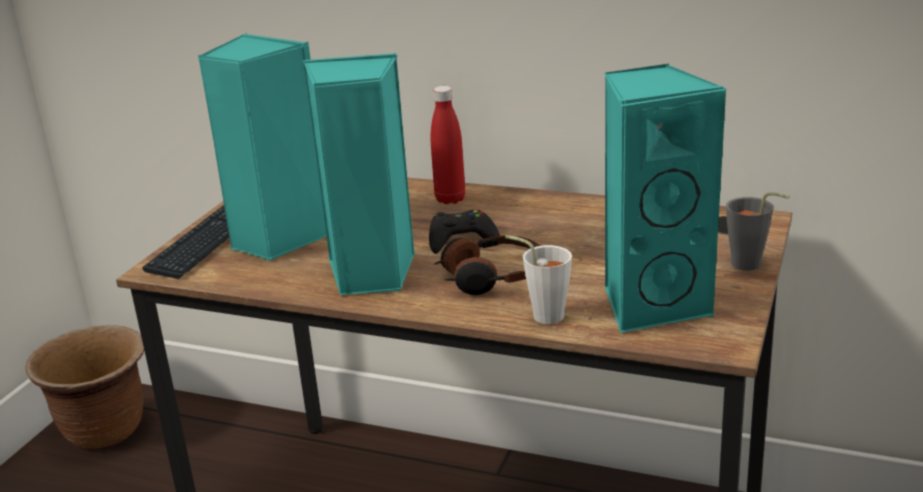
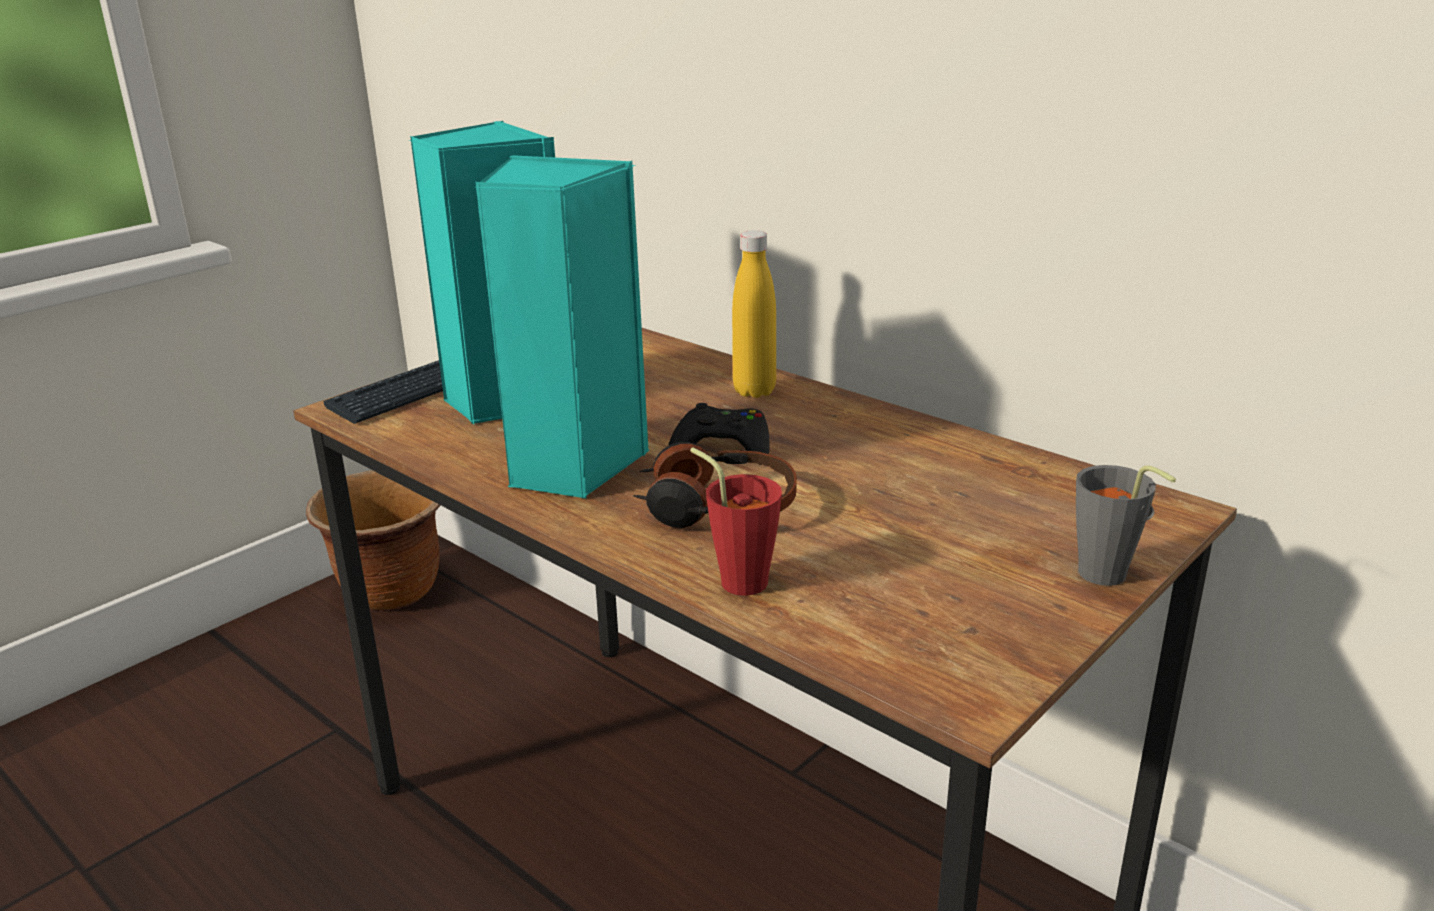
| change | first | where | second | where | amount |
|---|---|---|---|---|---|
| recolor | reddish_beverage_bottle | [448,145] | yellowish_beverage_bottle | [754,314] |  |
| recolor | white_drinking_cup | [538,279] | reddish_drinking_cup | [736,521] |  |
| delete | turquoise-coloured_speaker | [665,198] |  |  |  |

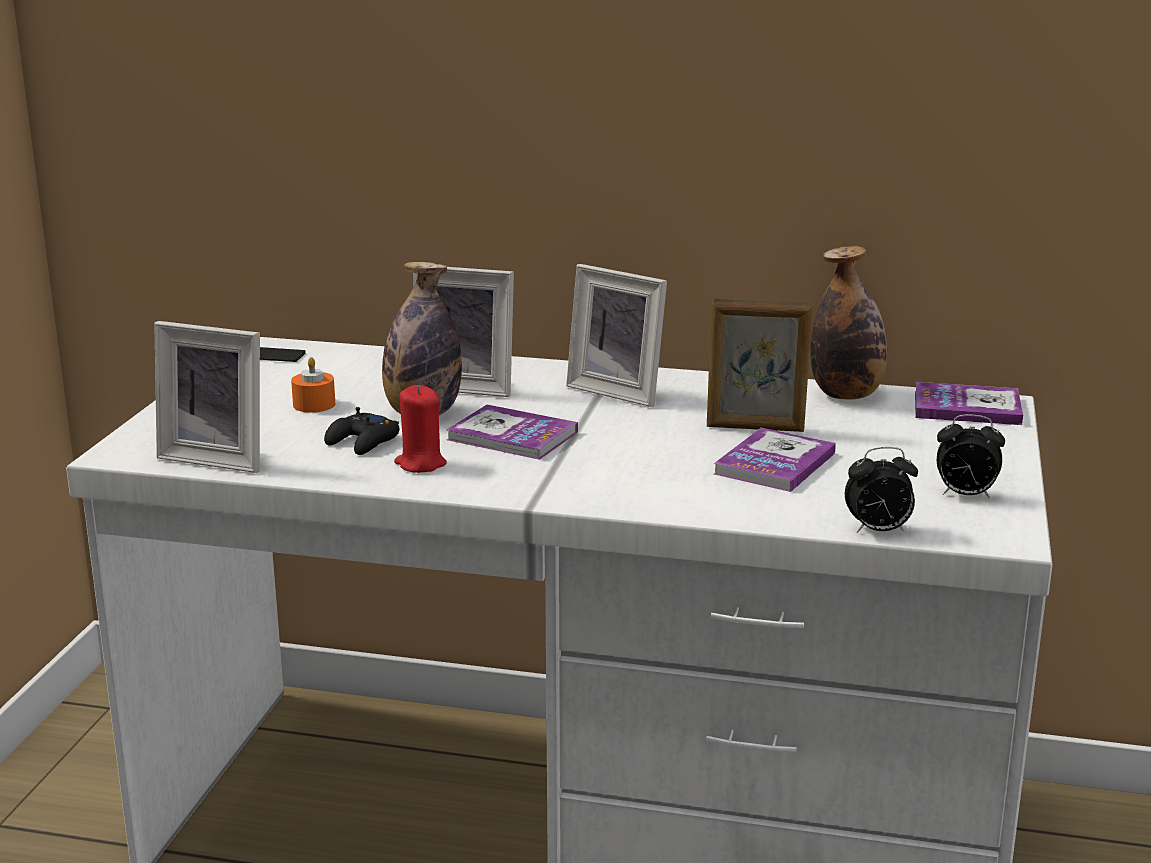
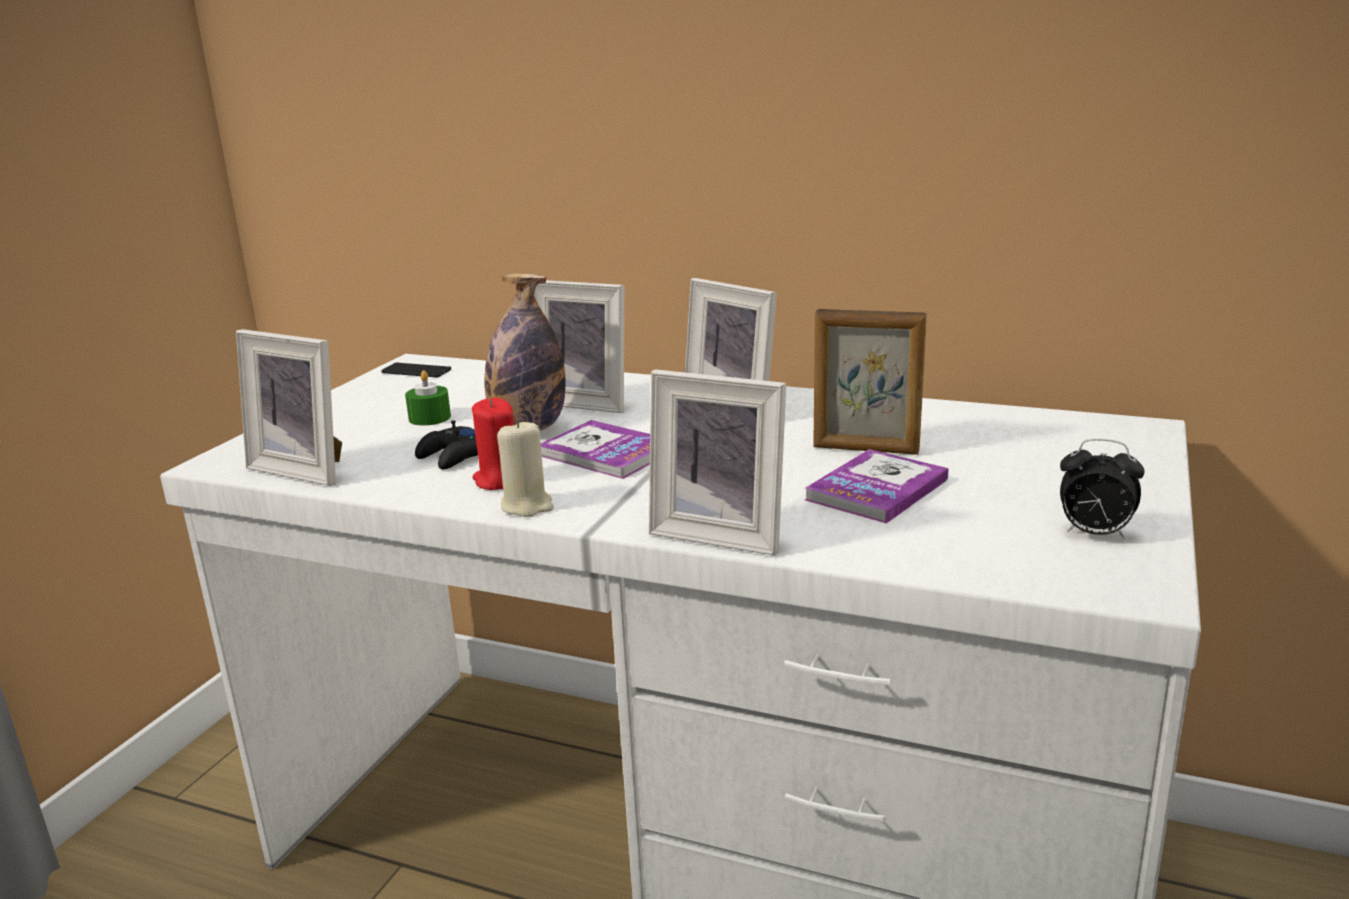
| change | first | where | second | where | amount |
|---|---|---|---|---|---|
| recolor | orangey_wax_light | [313,385] | green-coloured_wax_light | [428,398] |  |
| delete | beverage_bottle | [848,323] |  |  |  |
| delete | table_clock | [881,490] |  |  |  |
| delete | book | [969,403] |  |  |  |
| insert |  |  | sand-coloured_wax_light | [525,468] |  |
| insert |  |  | picture_frame | [717,462] |  |

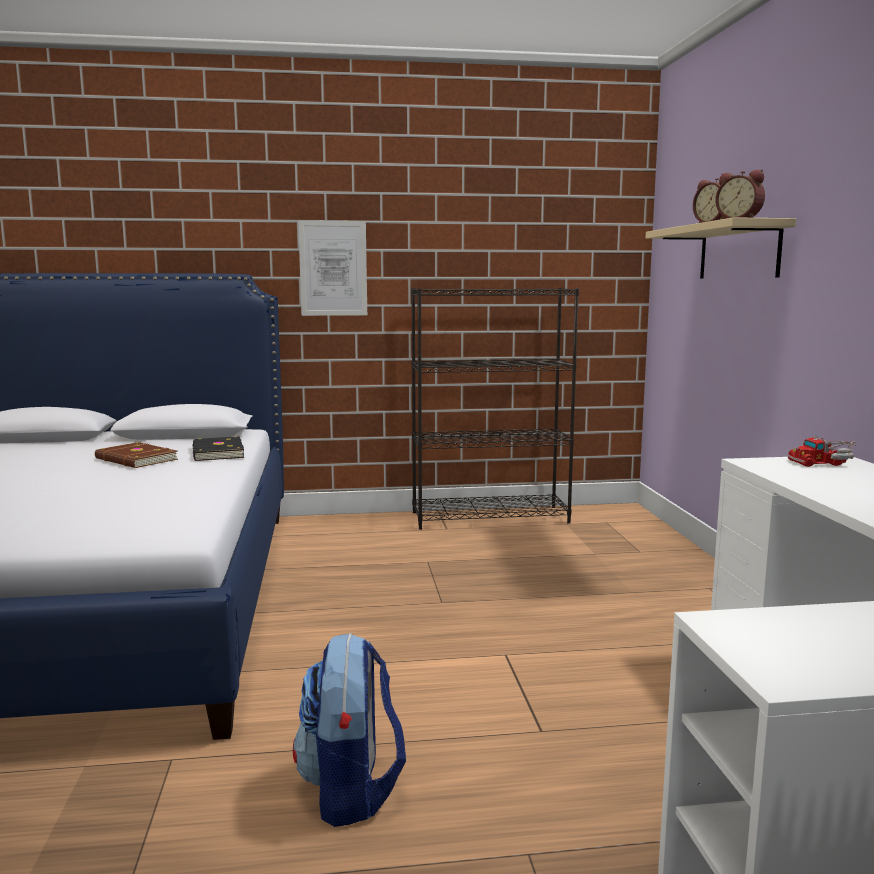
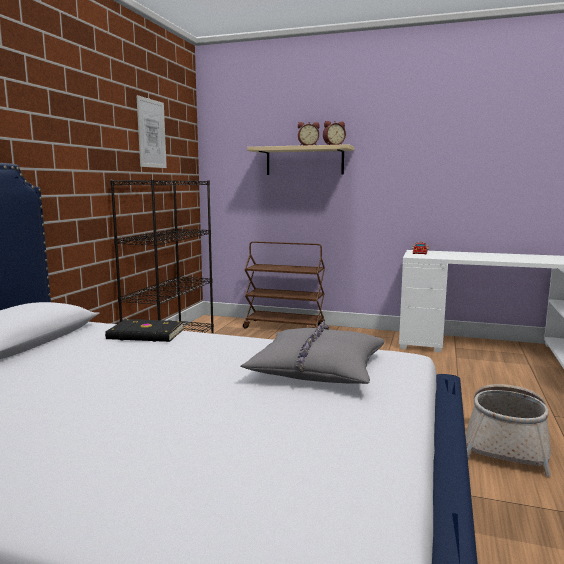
| change | first | where | second | where | amount |
|---|---|---|---|---|---|
| delete | brown-coloured_book | [136,455] |  |  |  |
| replace | backpack | [349,730] | household_basket | [508,430] |  |
| move | wall_art | [332,268] |  | [151,131] |  |
| insert |  |  | gray_cushion | [312,352] |  |
| insert |  |  | brown-coloured_wheeled_cart | [284,285] |  |

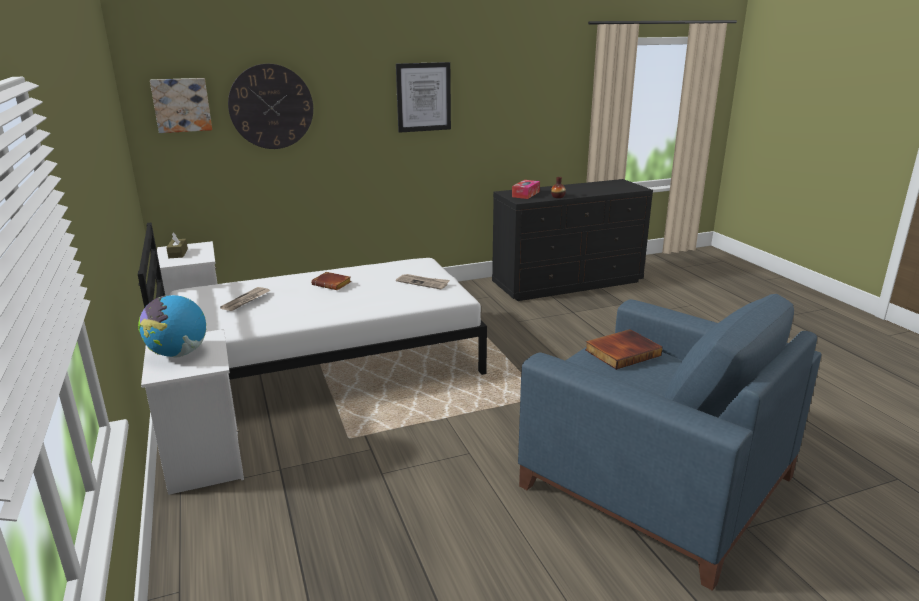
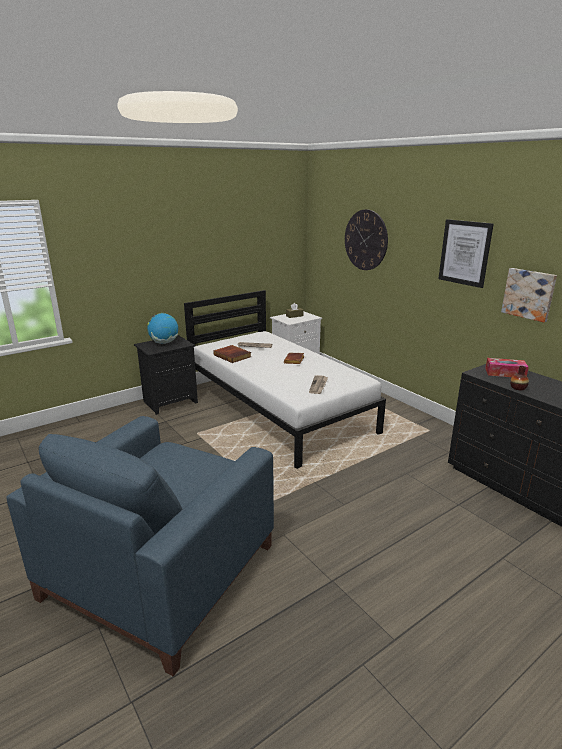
| change | first | where | second | where | amount |
|---|---|---|---|---|---|
| recolor | white_nightstand | [192,412] | black_nightstand | [166,375] |  |
| move | wall_art | [181,105] |  | [529,295] |  |
| move | book | [624,349] |  | [232,354] |  |

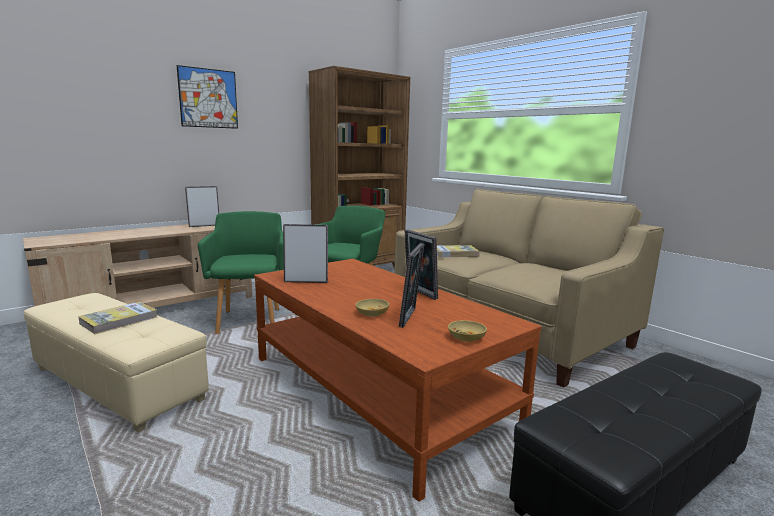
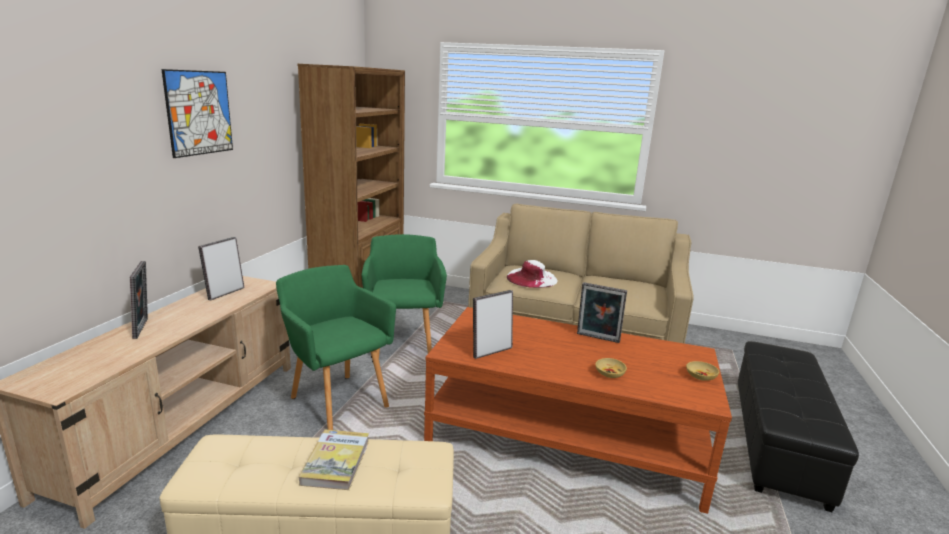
| change | first | where | second | where | amount |
|---|---|---|---|---|---|
| move | picture_frame | [411,285] |  | [139,300] |  |
| replace | book | [458,251] | white_clothing_hat | [532,274] |  |

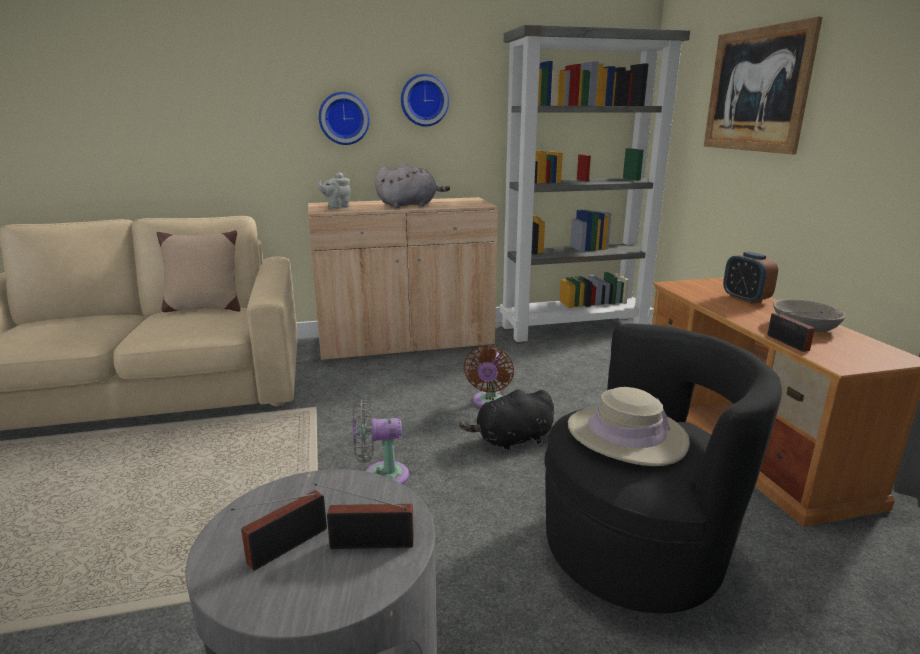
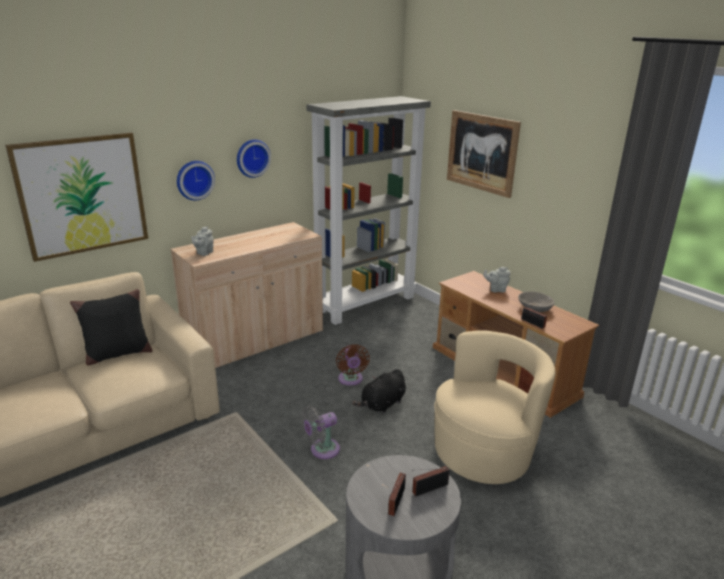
| change | first | where | second | where | amount |
|---|---|---|---|---|---|
| recolor | sand-coloured_cushion | [198,271] | black_cushion | [111,327] |  |
| delete | gray_plush_toy | [412,185] |  |  |  |
| recolor | black_easy_chair | [663,468] | sand-coloured_easy_chair | [495,407] |  |
| delete | sand-coloured_clothing_hat | [629,426] |  |  |  |
| replace | table_clock | [750,277] | gray_tea_pot | [497,280] |  |
| insert |  |  | wall_art | [76,197] |  |

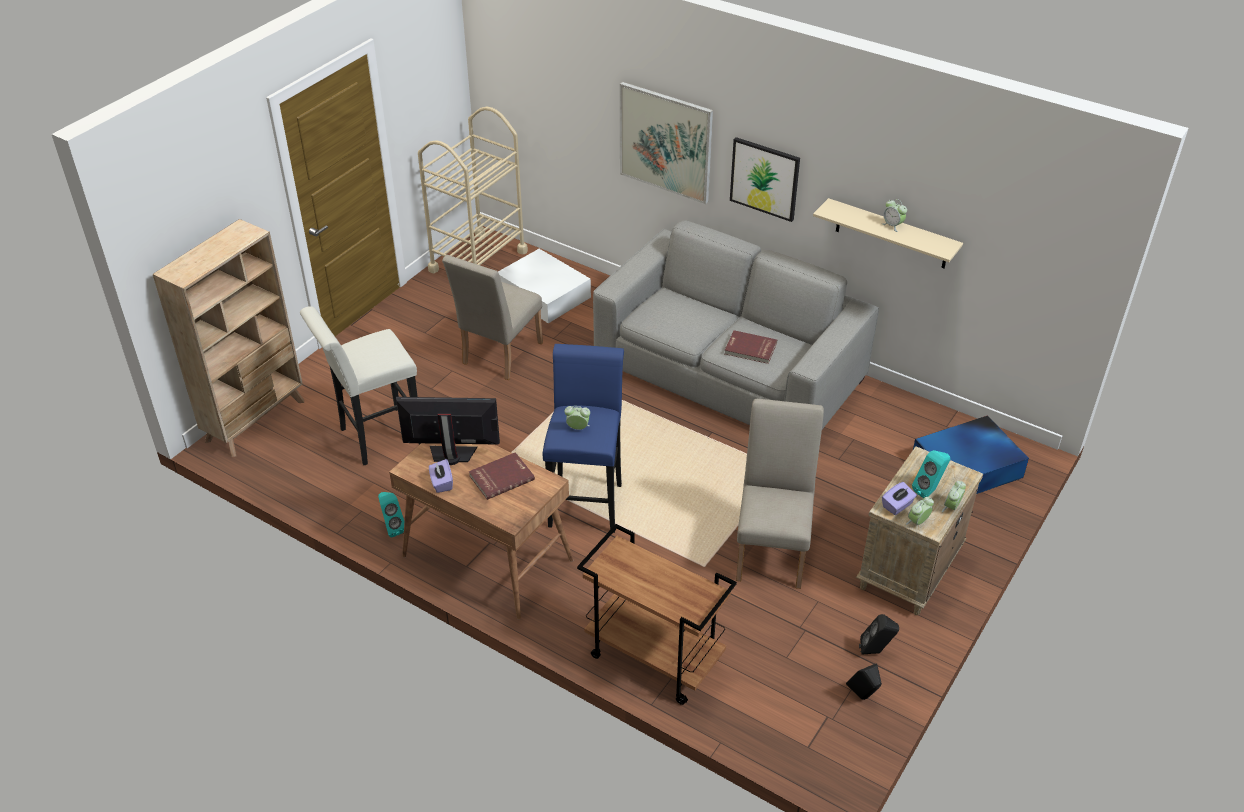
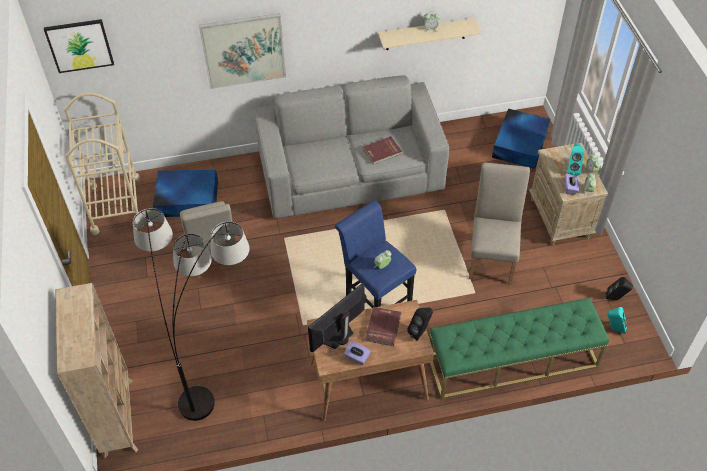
| change | first | where | second | where | amount |
|---|---|---|---|---|---|
| replace | white_sitting_stool | [360,385] | standard_lamp | [191,314] |  |
| move | turquoise-coloured_speaker | [391,514] |  | [617,320] |  |
| recolor | white_storage_container | [544,286] | blue-coloured_storage_container | [185,193] |  |
| replace | brown-coloured_wheeled_cart | [657,614] | green-coloured_bench | [519,348] |  |
| move | wall_art | [765,179] |  | [79,46] |  |
| rotate | sand-coloured_plain_chair | [780,494] |  | [499,223] | 45 degrees clockwise |
| move | black_speaker | [879,634] |  | [420,324] |  |

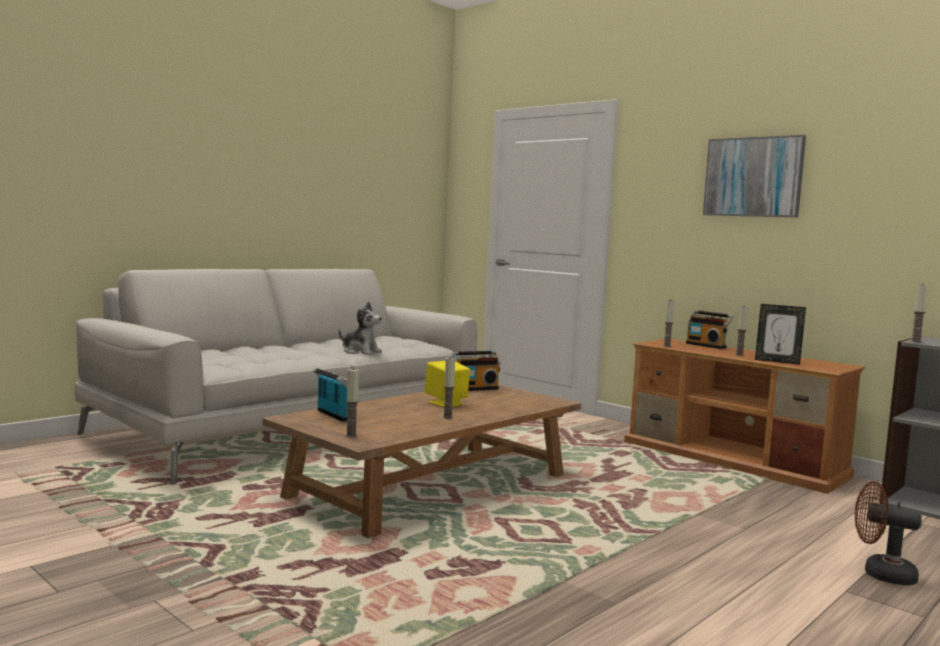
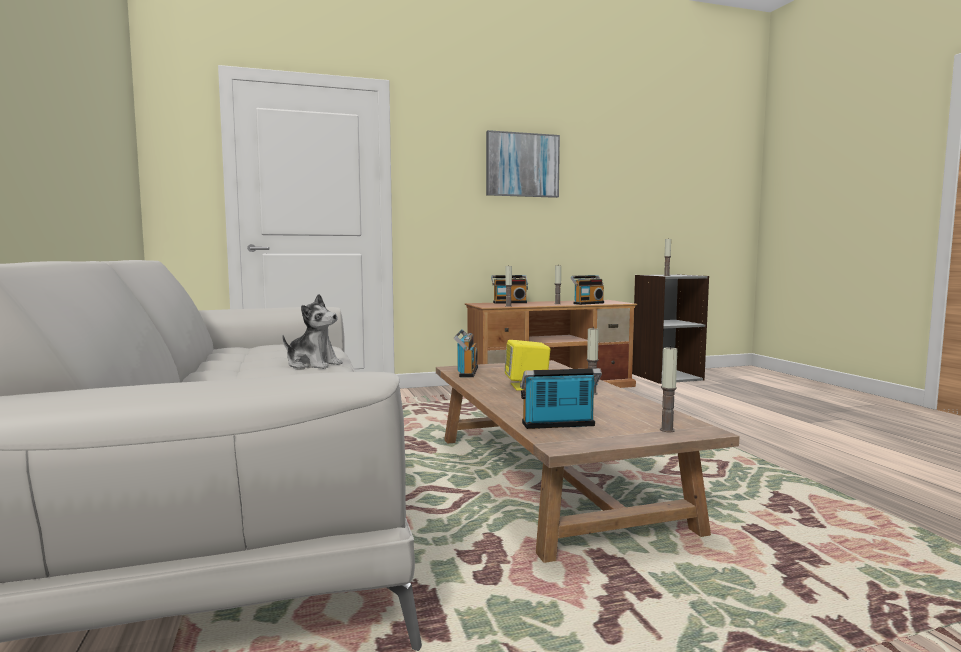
| change | first | where | second | where | amount |
|---|---|---|---|---|---|
| rotate | plush_toy | [360,328] |  | [312,331] | 60 degrees clockwise |
| replace | picture_frame | [780,334] | radio_set | [587,290] |  |
| delete | brown-coloured_fan | [888,533] |  |  |  |

